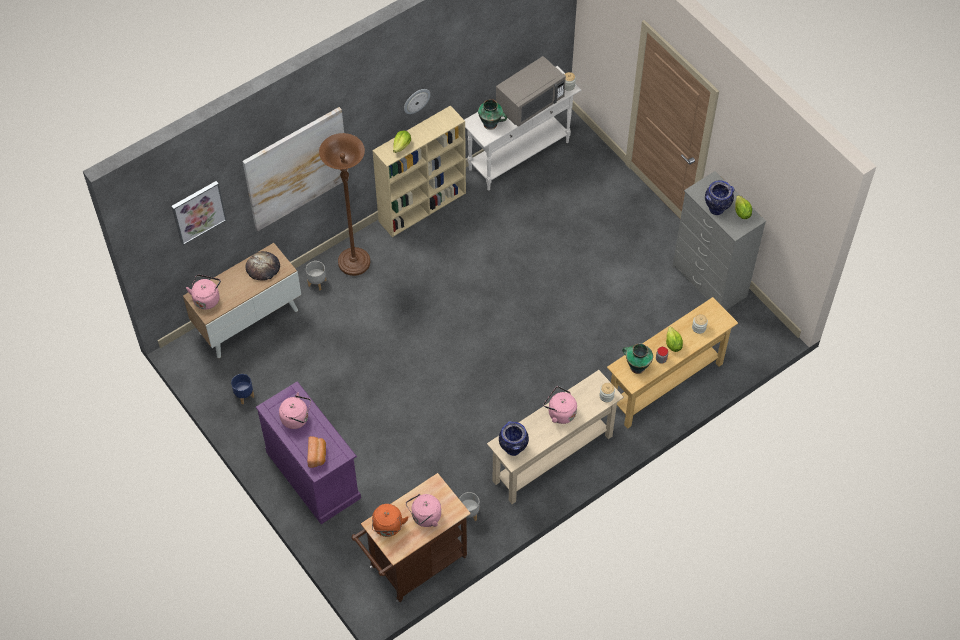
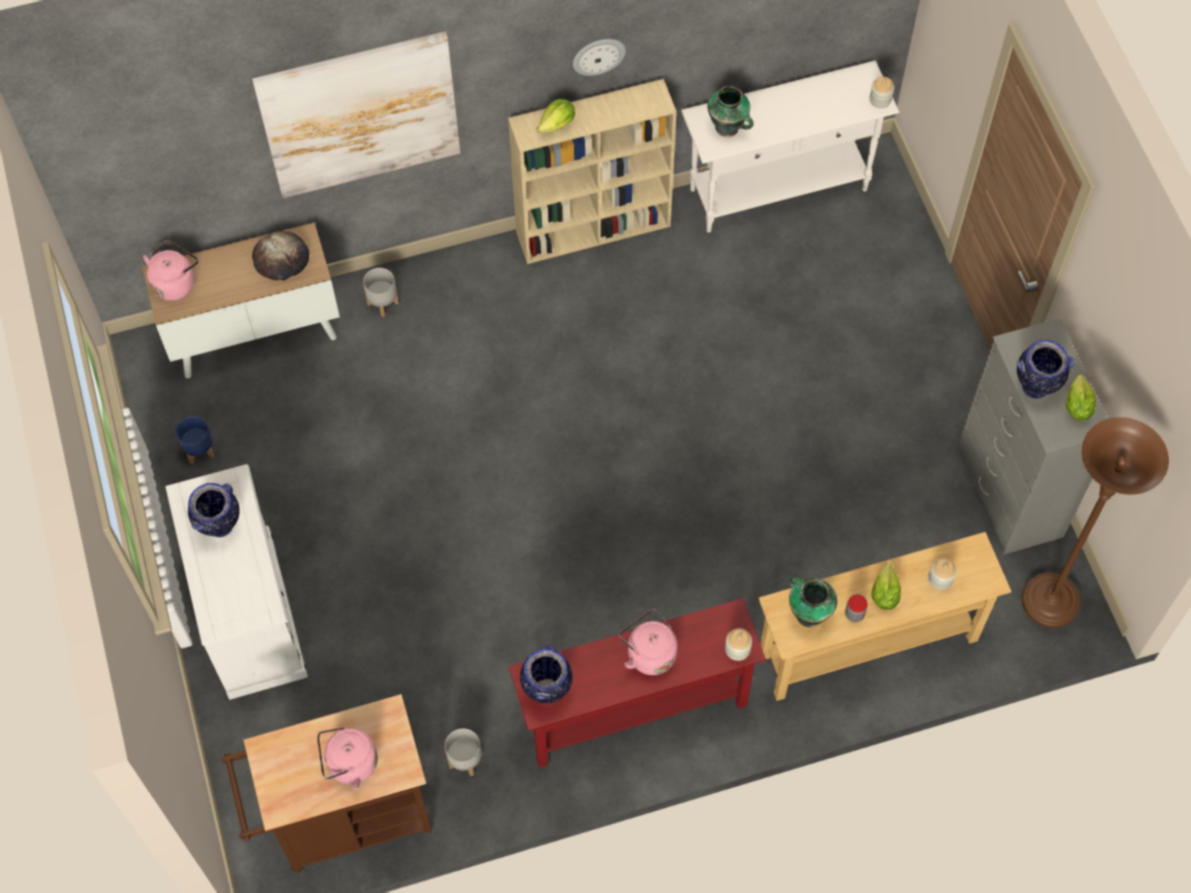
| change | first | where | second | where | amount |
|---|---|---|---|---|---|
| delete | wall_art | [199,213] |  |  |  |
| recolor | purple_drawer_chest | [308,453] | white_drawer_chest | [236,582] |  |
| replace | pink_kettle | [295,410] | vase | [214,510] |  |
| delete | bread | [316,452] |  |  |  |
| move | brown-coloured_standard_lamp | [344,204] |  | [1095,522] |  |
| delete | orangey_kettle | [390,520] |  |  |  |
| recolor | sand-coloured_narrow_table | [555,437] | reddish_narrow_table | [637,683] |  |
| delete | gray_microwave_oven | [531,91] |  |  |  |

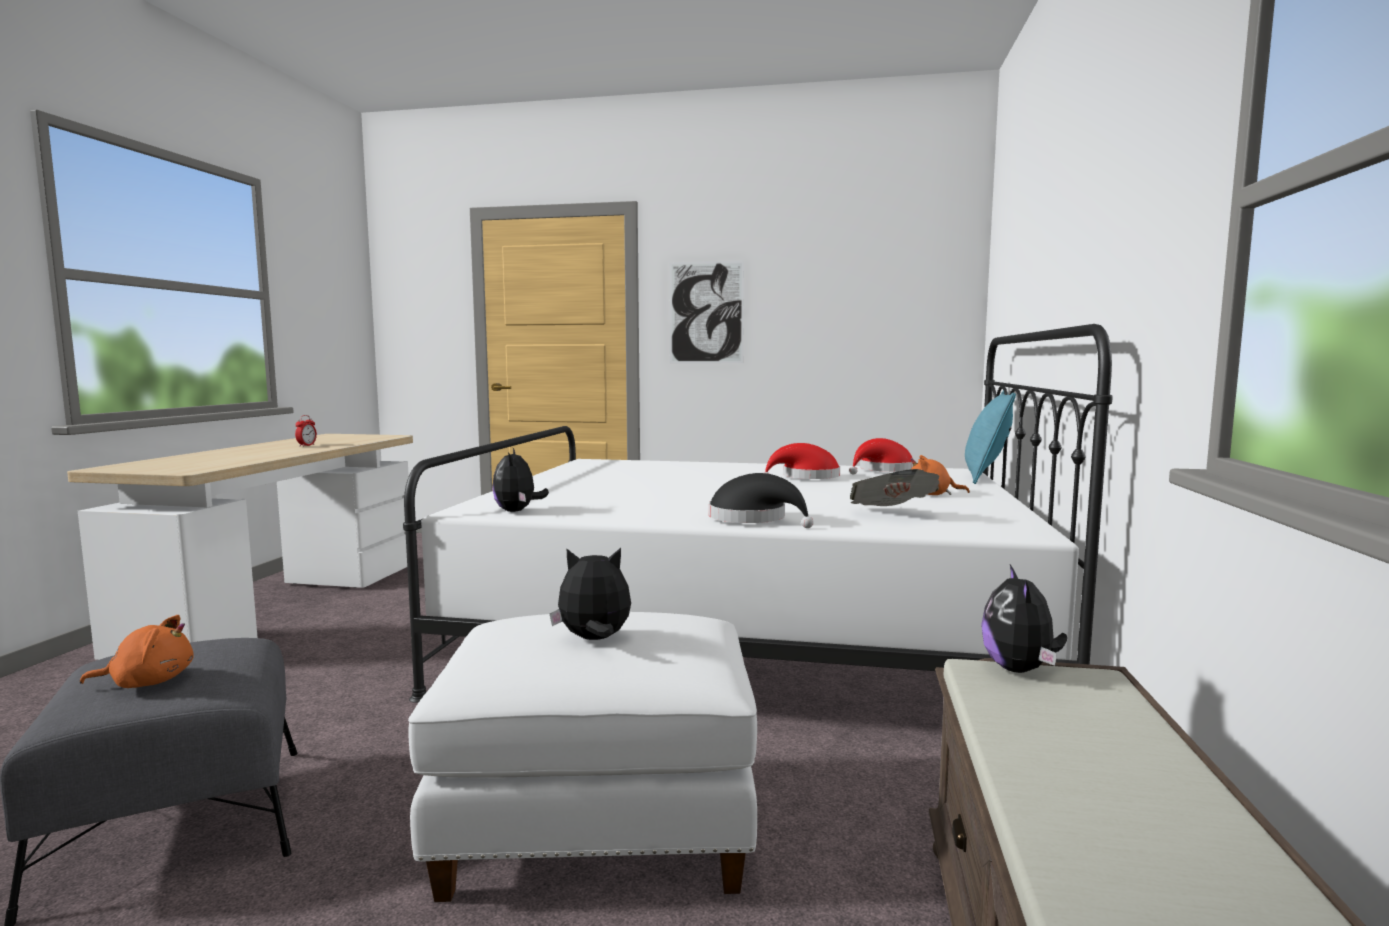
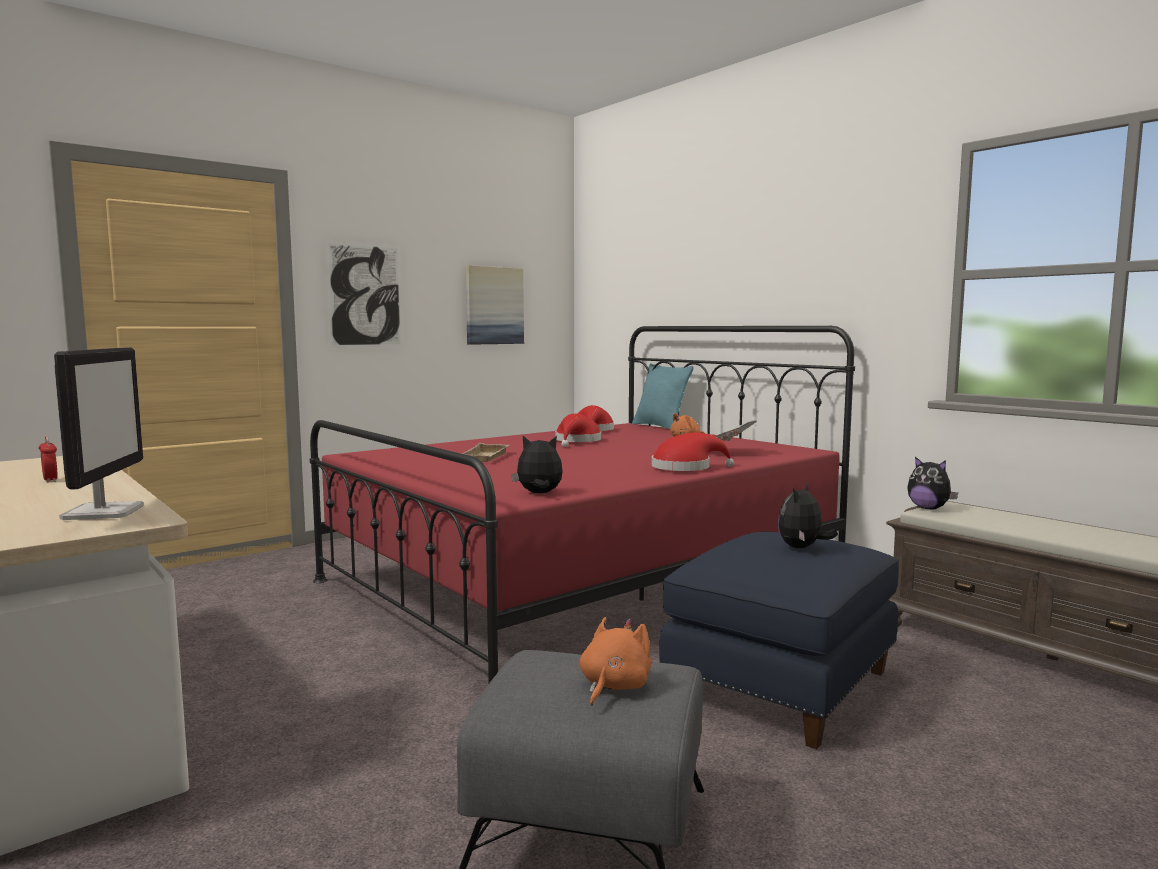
| change | first | where | second | where | amount |
|---|---|---|---|---|---|
| recolor | white_sleeping_bed | [758,513] | reddish_sleeping_bed | [582,505] |  |
| recolor | white_ottoman | [582,757] | blue-coloured_ottoman | [779,640] |  |
| rotate | plush_toy | [520,480] |  | [537,464] | 150 degrees clockwise |
| recolor | black_clothing_hat | [761,500] | reddish_clothing_hat | [693,452] |  |
| insert |  |  | computer_display | [99,433] |  |
| insert |  |  | sand-coloured_serving_tray | [485,452] |  |
| insert |  |  | wall_art | [495,305] |  |

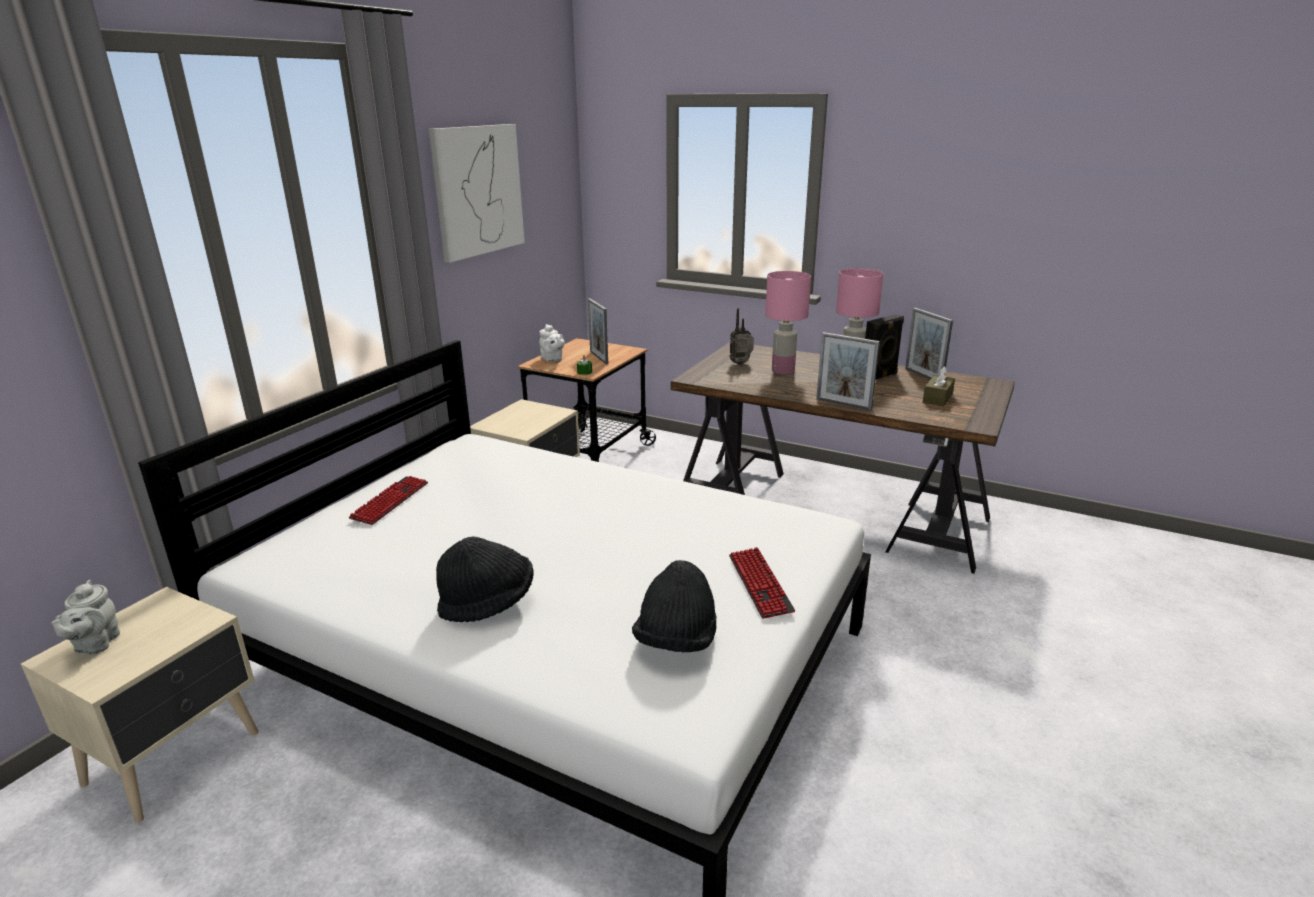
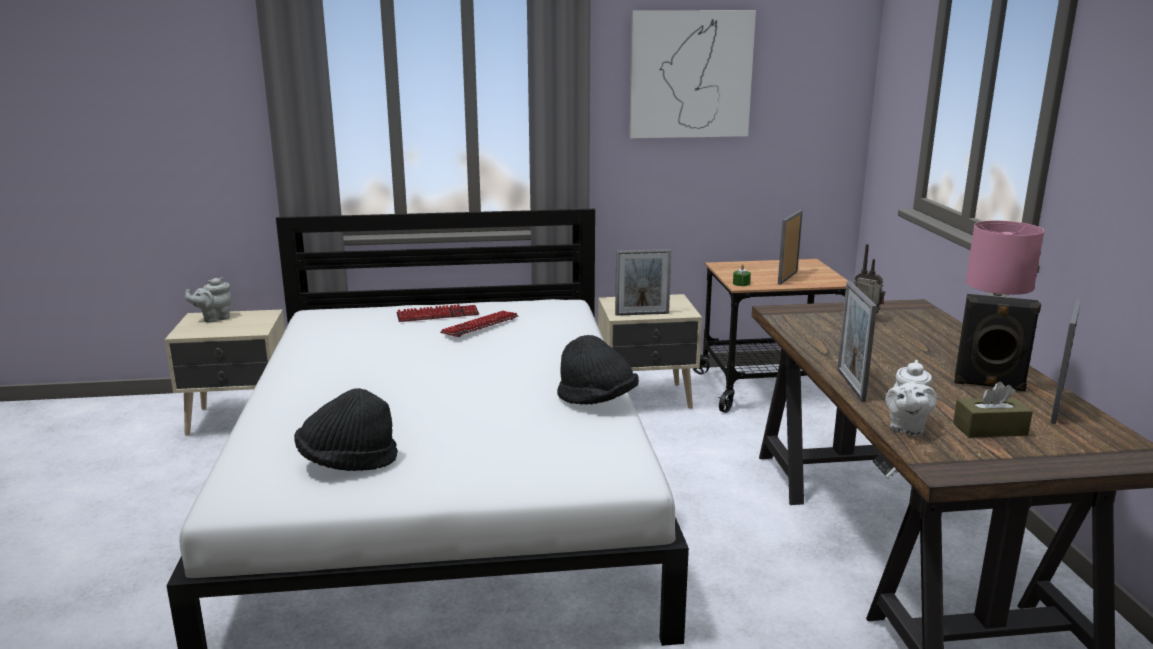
| change | first | where | second | where | amount |
|---|---|---|---|---|---|
| move | black_clothing_hat | [485,579] |  | [598,370] |  |
| move | white_tea_pot | [552,343] |  | [911,398] |  |
| move | keyboard | [762,583] |  | [479,324] |  |
| delete | pink_lamp_for_a_table | [788,322] |  |  |  |
| insert |  |  | picture_frame | [643,282] |  |

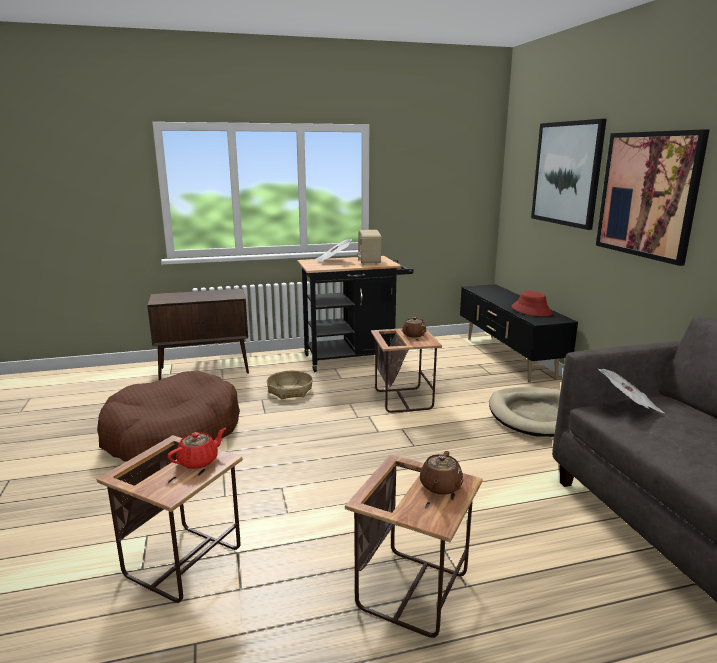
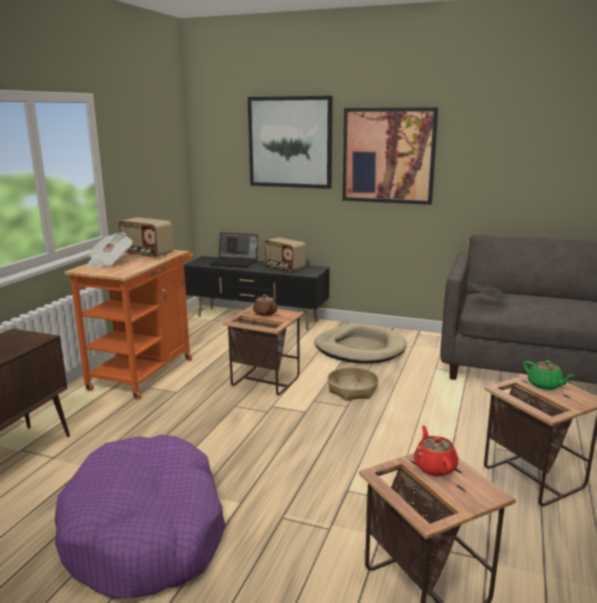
| change | first | where | second | where | amount |
|---|---|---|---|---|---|
| recolor | brown-coloured_dog_cushion | [168,416] | purple_dog_cushion | [140,517] |  |
| move | household_basket | [290,385] |  | [353,384] |  |
| recolor | black_wheeled_cart | [355,314] | orangey_wheeled_cart | [129,325] |  |
| recolor | brown-coloured_tea_pot | [441,473] | green-coloured_tea_pot | [549,375] |  |
| replace | reddish_clothing_hat | [532,303] | radio_set | [285,254] |  |
| insert |  |  | notebook_computer | [233,250] |  |

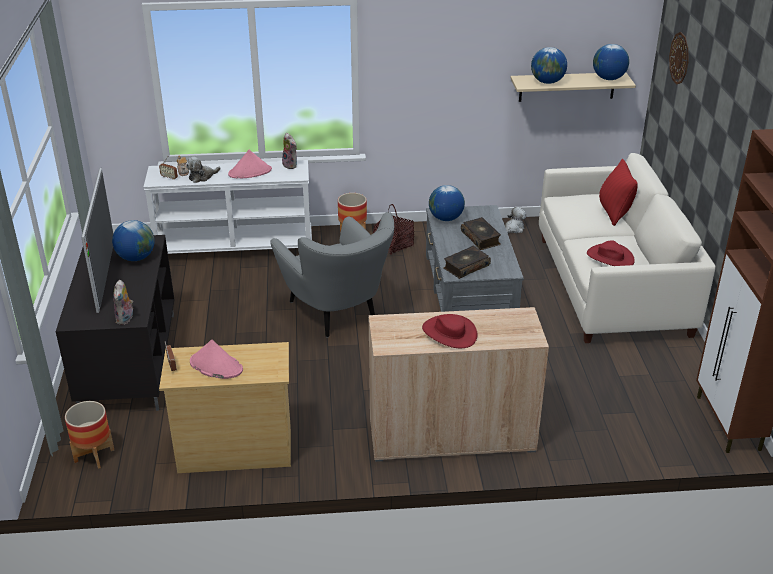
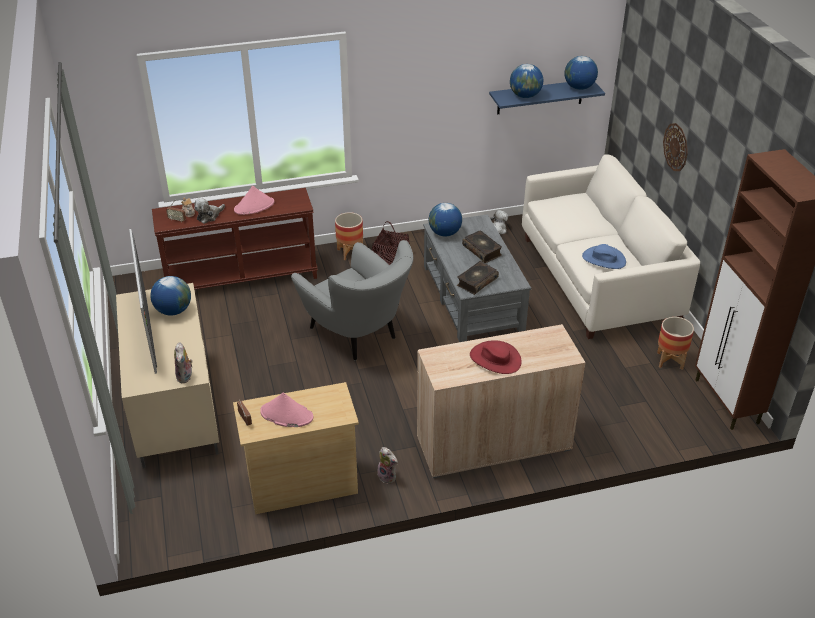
| change | first | where | second | where | amount |
|---|---|---|---|---|---|
| recolor | black_tv_stand | [115,323] | sand-coloured_tv_stand | [167,375] |  |
| move | planter | [89,435] |  | [675,343] |  |
| recolor | white_narrow_table | [228,207] | brown-coloured_narrow_table | [235,239] |  |
| move | plush_toy | [289,151] |  | [387,465] |  |
| recolor | sand-coloured_bracket_shelf | [573,87] | blue-coloured_bracket_shelf | [547,98] |  |
| recolor | reddish_clothing_hat | [611,253] | blue-coloured_clothing_hat | [604,256] |  |
| delete | reddish_cushion | [618,192] |  |  |  |
| move | clock_on_the_wall | [679,58] |  | [675,147] |  |

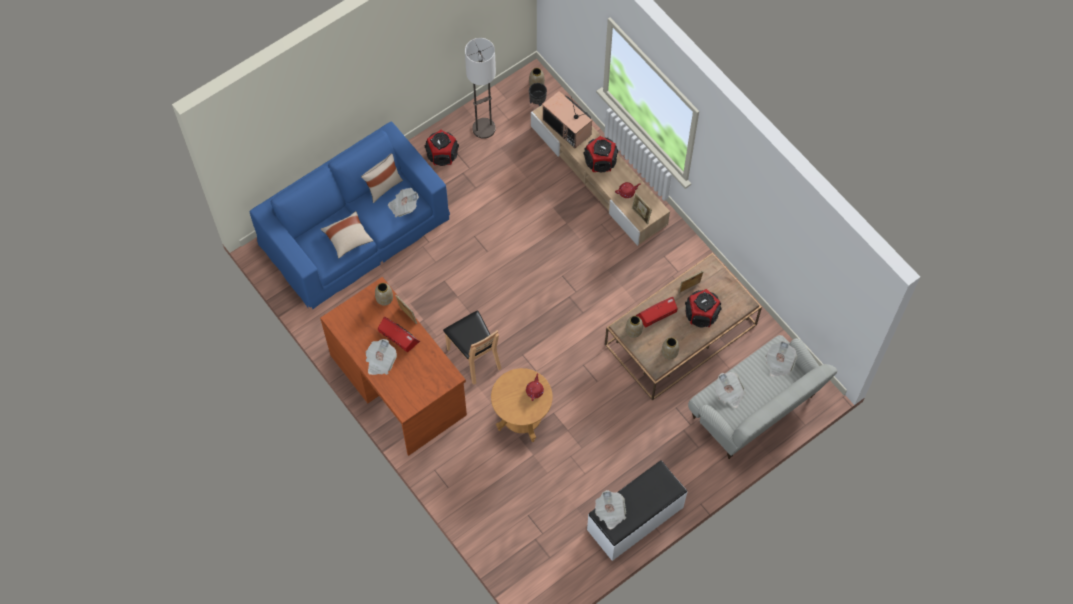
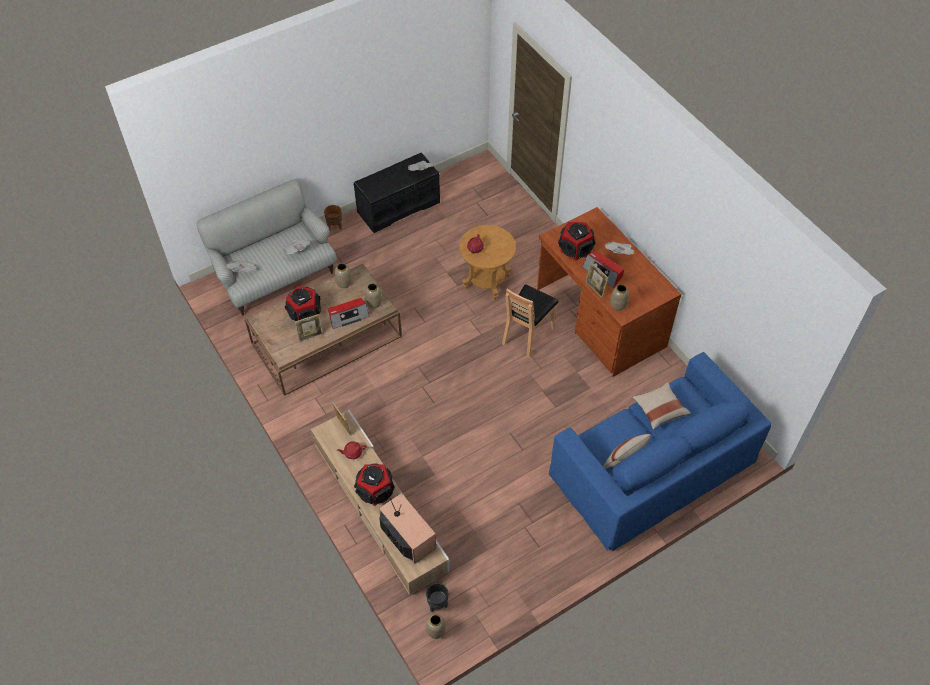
| change | first | where | second | where | amount |
|---|---|---|---|---|---|
| delete | daily_paper | [403,202] |  |  |  |
| move | speaker | [442,148] |  | [576,241] |  |
| rotate | brown-coloured_plain_chair | [472,348] |  | [530,321] | 120 degrees counterclockwise |
| delete | standard_lamp | [480,88] |  |  |  |
| recolor | white_bench | [637,510] | black_bench | [396,193] |  |
| insert |  |  | brown-coloured_planter | [333,217] |  |

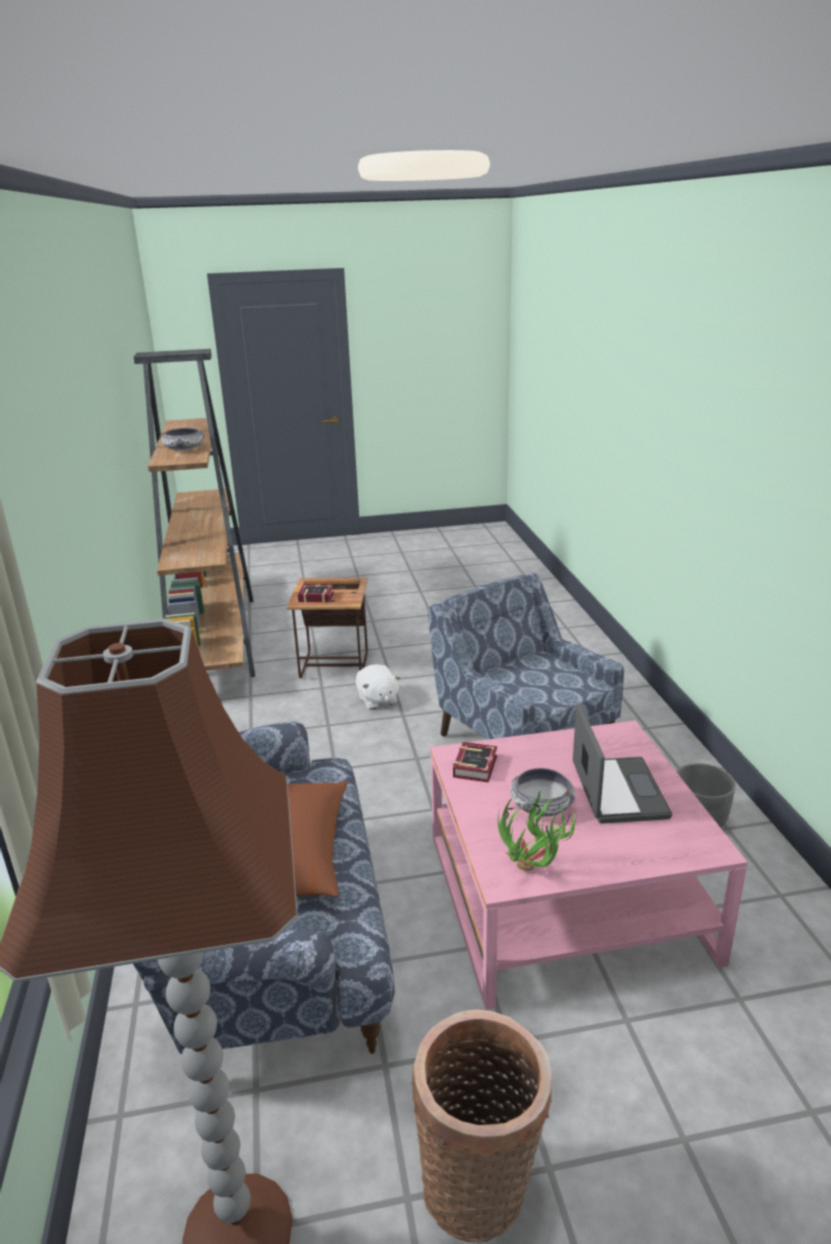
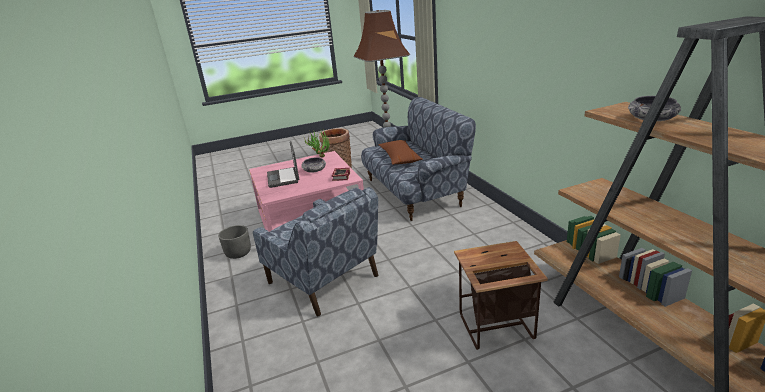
| change | first | where | second | where | amount |
|---|---|---|---|---|---|
| delete | book | [316,594] |  |  |  |
| delete | white_plush_toy | [378,687] |  |  |  |

